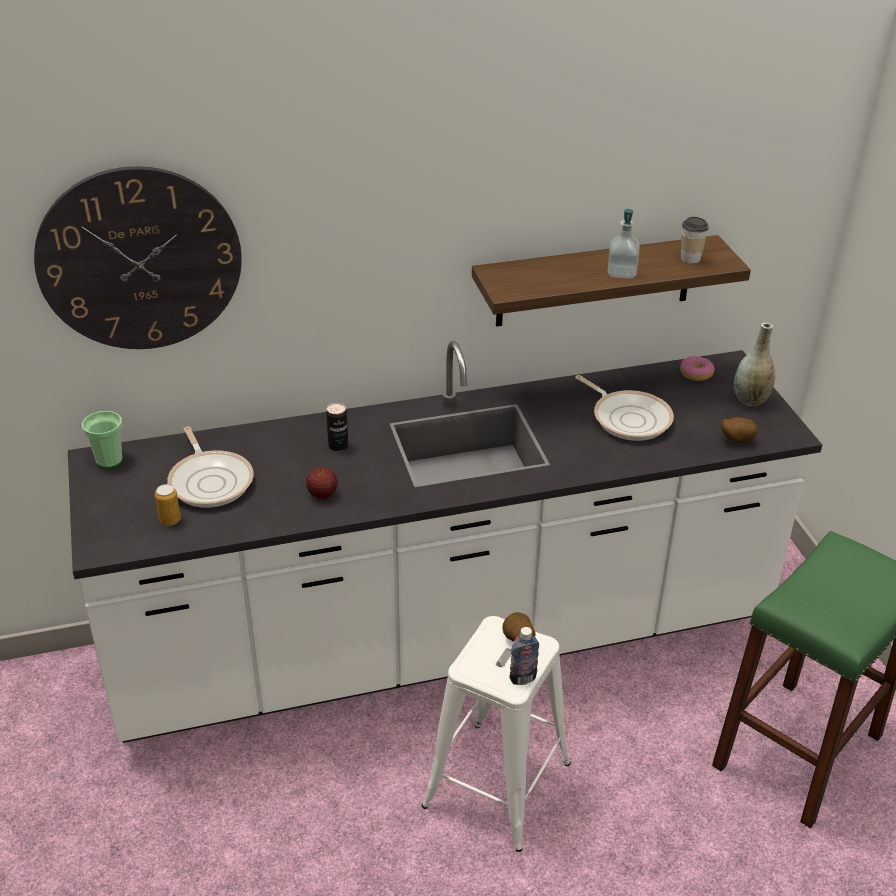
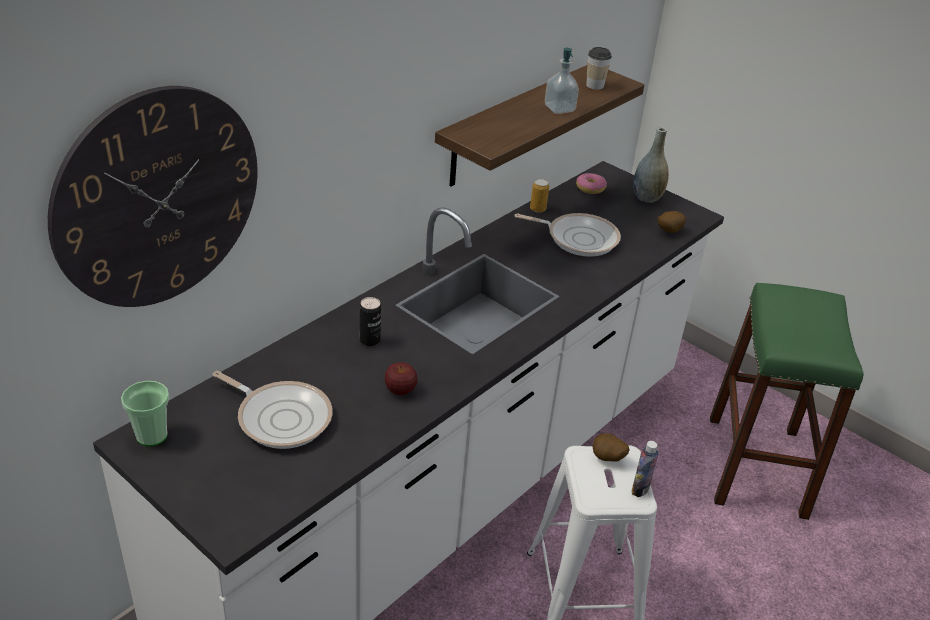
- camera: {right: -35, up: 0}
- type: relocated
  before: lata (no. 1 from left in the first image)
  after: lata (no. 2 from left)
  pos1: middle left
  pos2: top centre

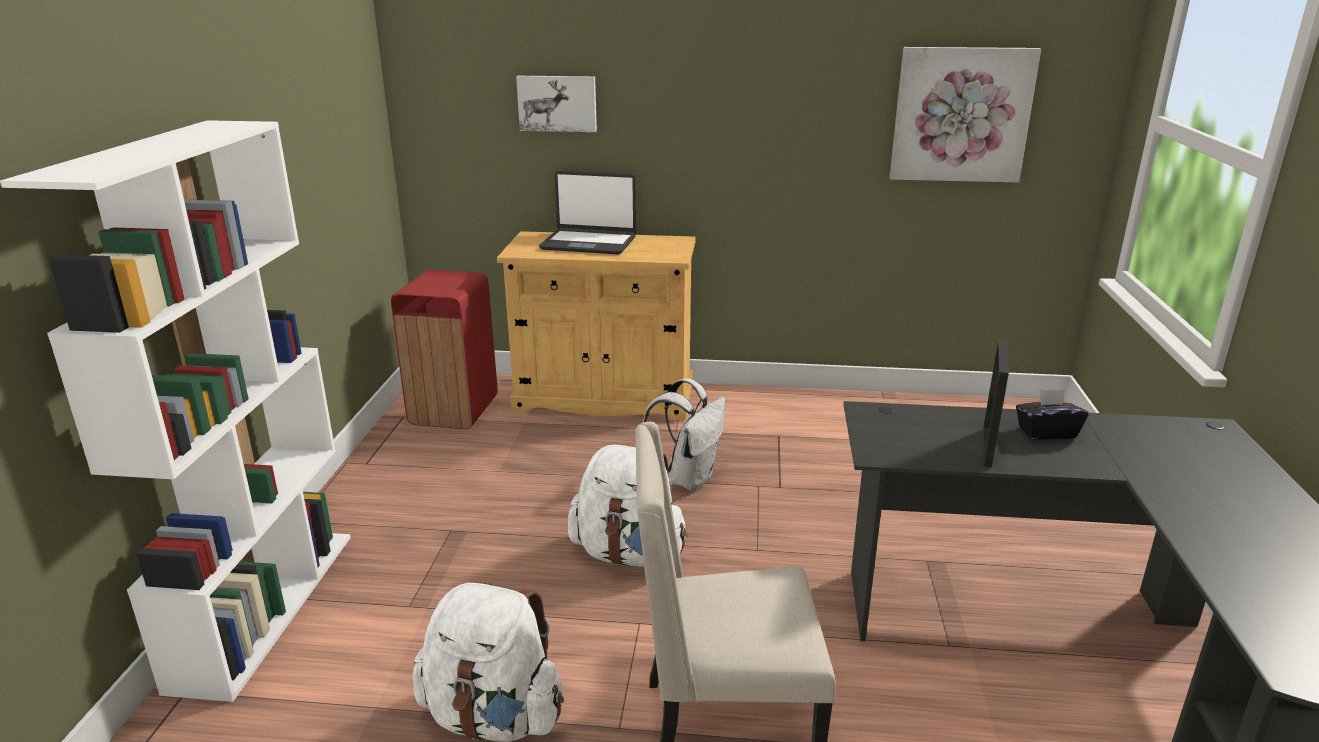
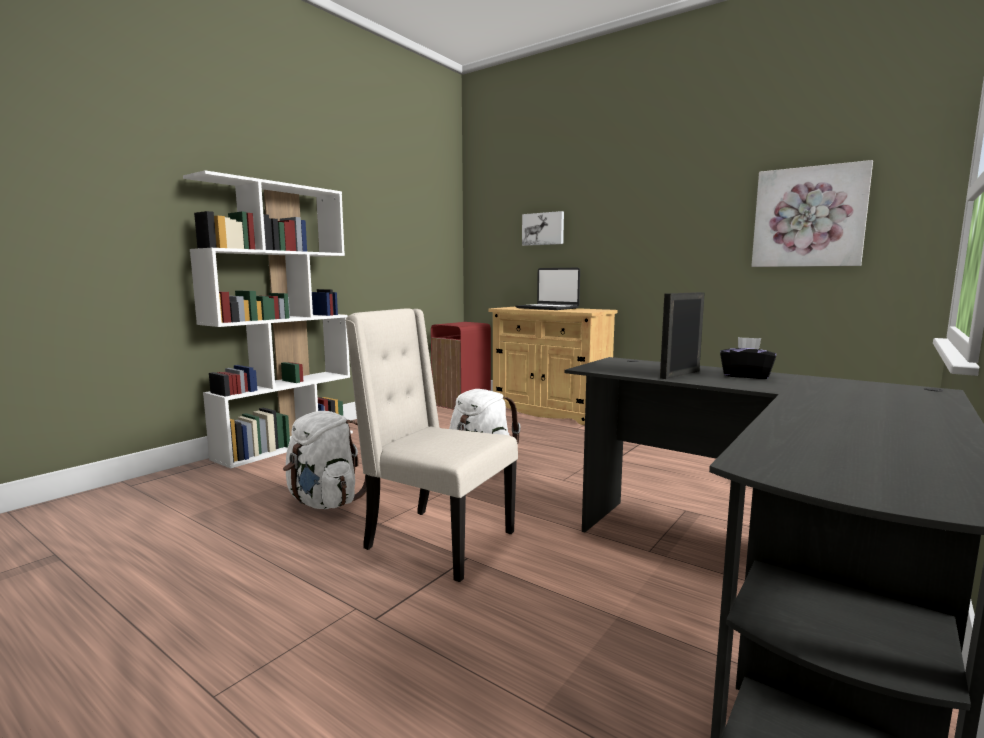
- camera: {right: 30, up: -15}
- type: missing
  before: mochila/blanco (no. 3 from left)
  pos1: centre

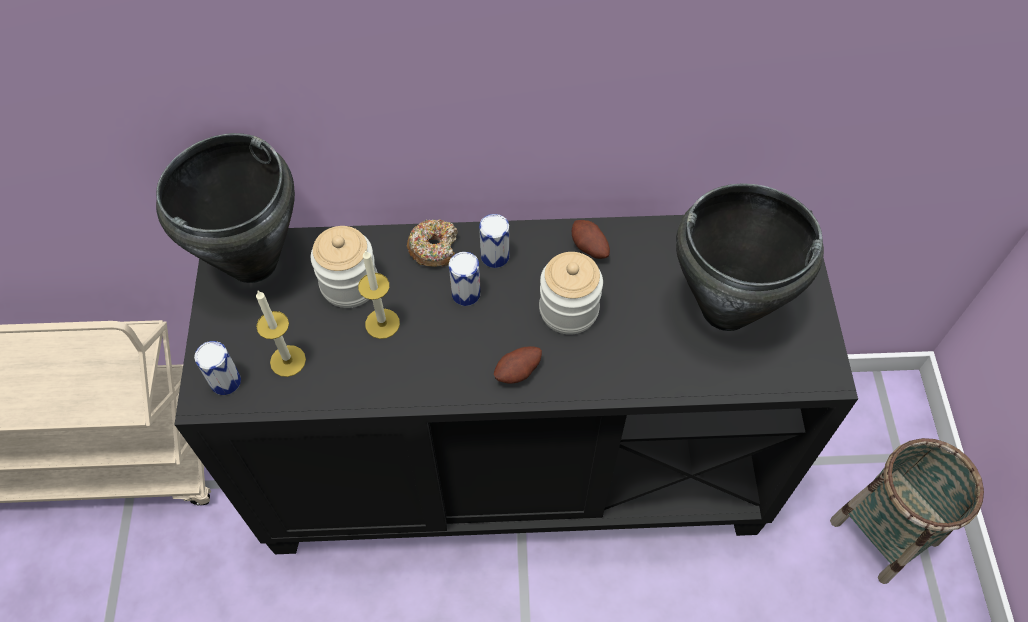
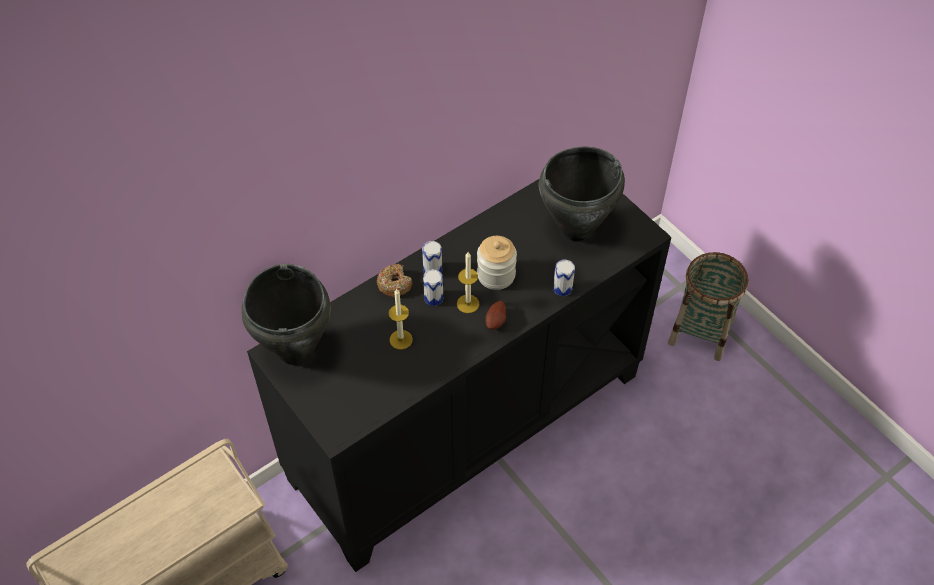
- camera: {right: -35, up: -5}
- type: missing
  before: tarro (no. 1 from left)
  pos1: centre
- type: missing
  before: patata (no. 2 from left)
  pos1: centre
- type: relocated
  before: lata (no. 1 from left in the first image)
  after: lata (no. 3 from left)
  pos1: middle left
  pos2: centre
- type: relocated
  before: vela (no. 1 from left in the first image)
  after: vela (no. 2 from left)
  pos1: middle left
  pos2: centre

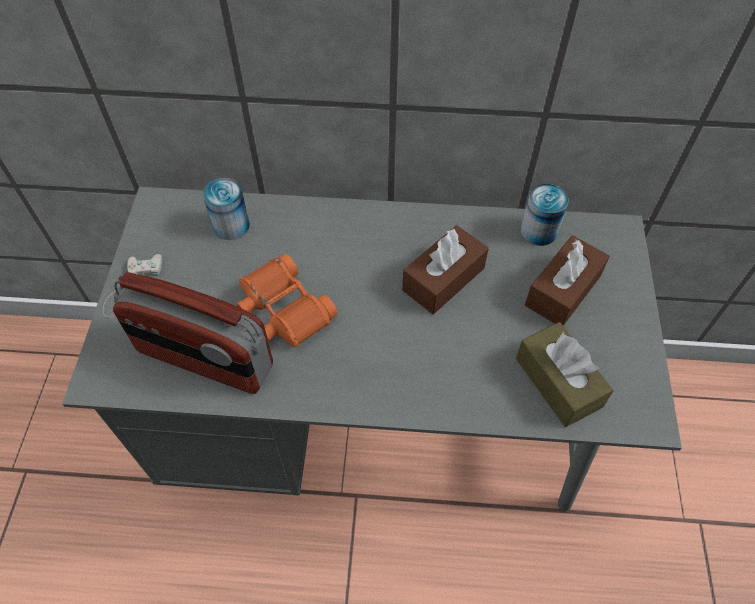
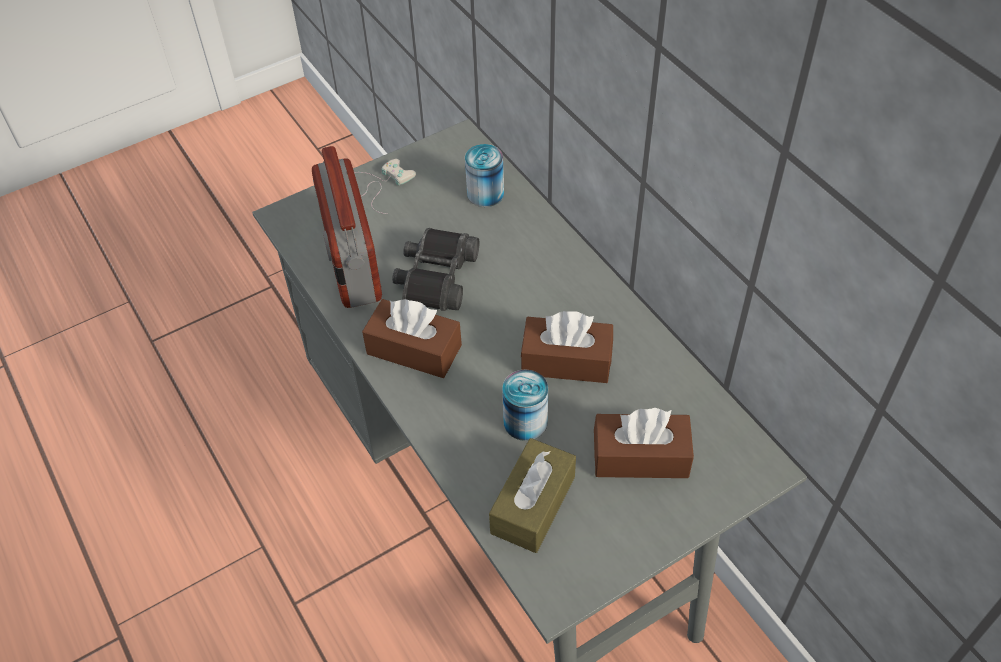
- camera: {right: 55, up: -5}
- type: appeared
  after: caja de pañuelos/marrón (no. 1 from left)
  pos2: centre
- type: relocated
  before: lata (no. 2 from left)
  pos1: middle right
  pos2: centre
- type: colour
  before: prismáticos/naranja
  after: prismáticos/negro
  pos1: centre
  pos2: centre

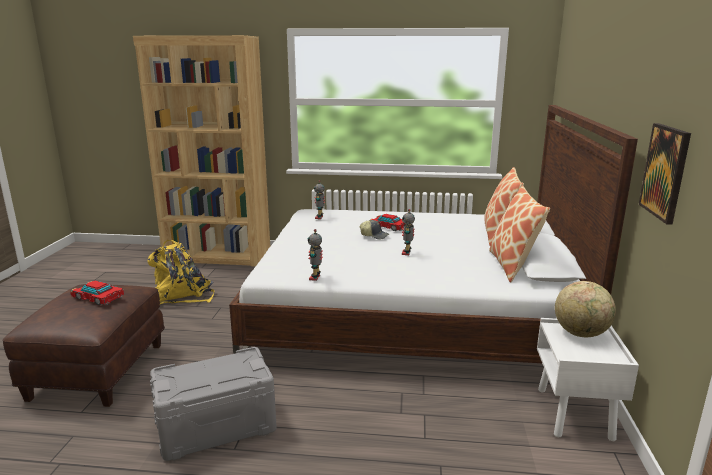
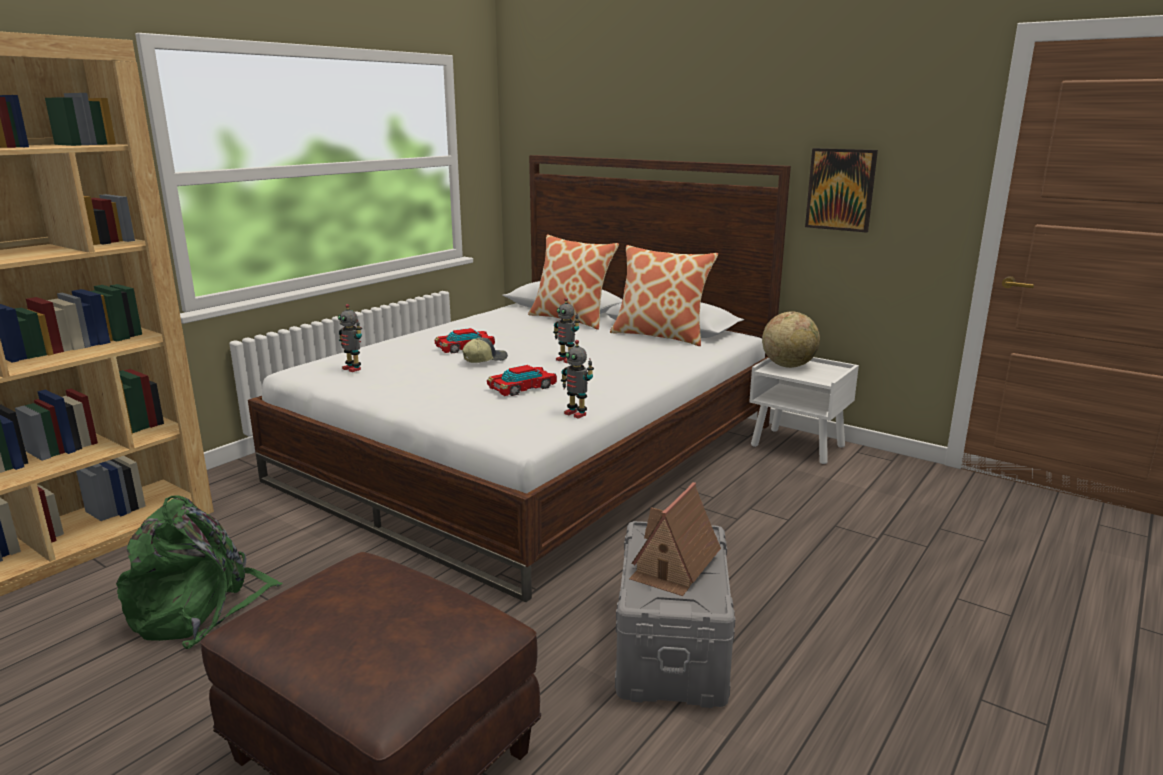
- camera: {right: -60, up: 0}
- type: appeared
  after: casita
  pos2: bottom centre
- type: relocated
  before: coche de juguete (no. 1 from left in the first image)
  after: coche de juguete (no. 2 from left)
  pos1: middle left
  pos2: centre
- type: colour
  before: mochila/amarillo
  after: mochila/verde
  pos1: middle left
  pos2: bottom left

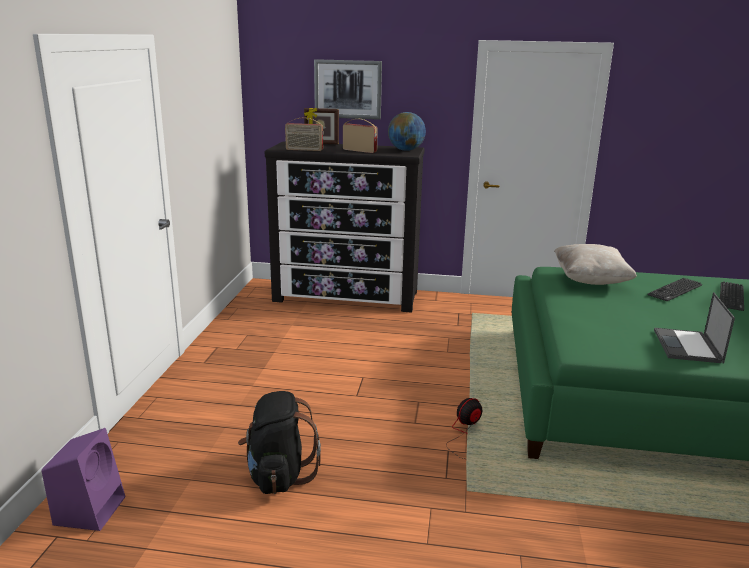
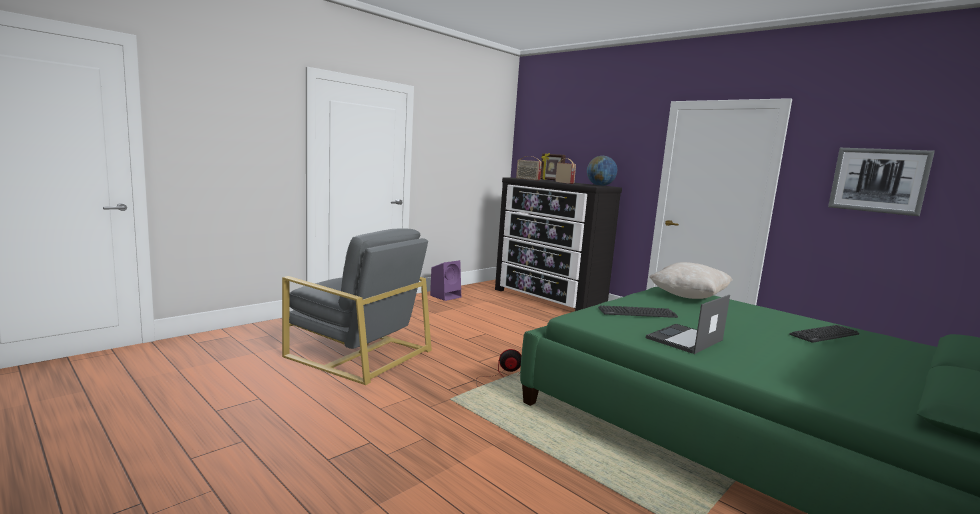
- camera: {right: 35, up: -10}
- type: relocated
  before: altavoz/morado
  pos1: bottom left
  pos2: centre
- type: relocated
  before: cuadro
  pos1: top centre
  pos2: middle right
- type: relocated
  before: teclado (no. 1 from left)
  pos1: middle right
  pos2: centre
- type: exchanged
  before: mochila/negro
  after: sillón/gris
  pos1: bottom centre
  pos2: centre

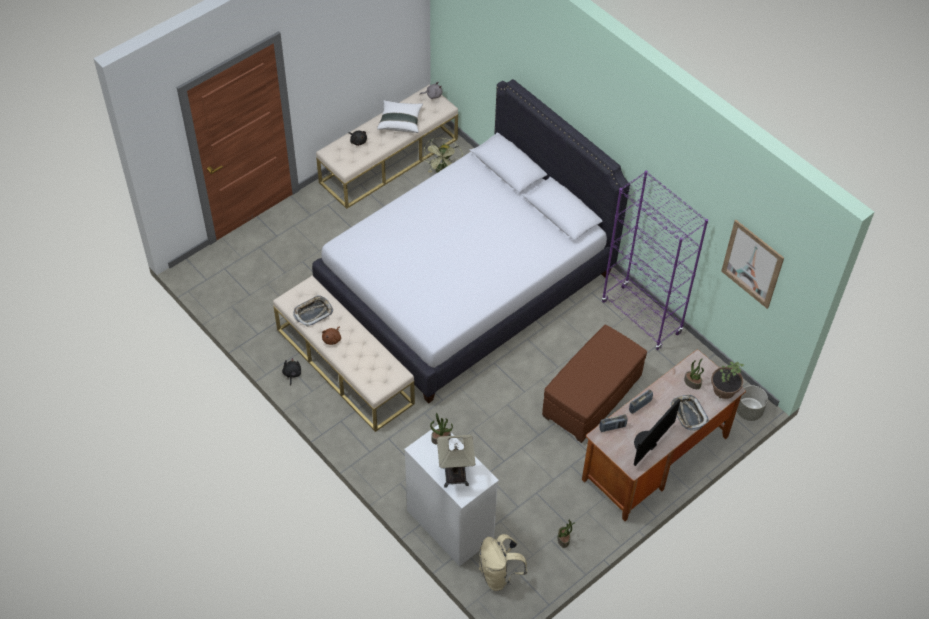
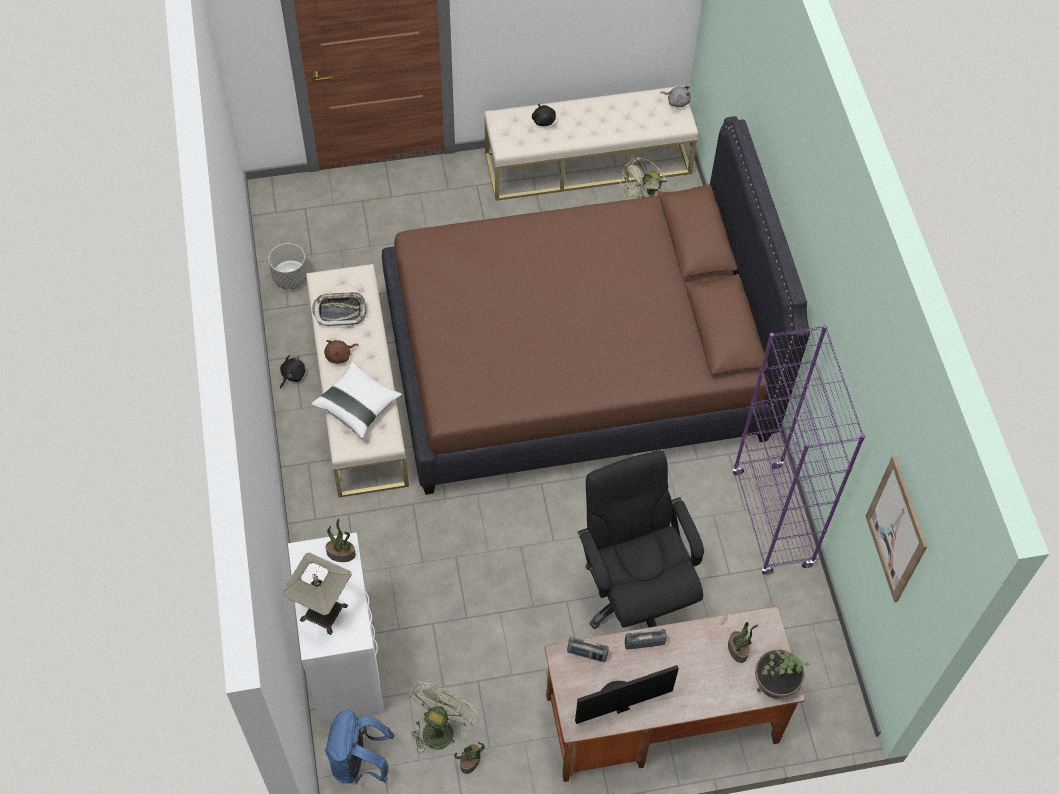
- camera: {right: 30, up: 5}
- type: missing
  before: bandeja (no. 2 from left)
  pos1: bottom right
- type: appeared
  after: ventilador/verde (no. 1 from left)
  pos2: bottom centre
- type: relocated
  before: cojín/blanco
  pos1: top centre
  pos2: centre
- type: relocated
  before: maceta/gris
  pos1: middle right
  pos2: middle left
- type: exchanged
  before: puf/marrón
  after: silla de oficina/negro
  pos1: centre
  pos2: bottom centre
- type: colour
  before: cama/blanco
  after: cama/marrón
  pos1: centre
  pos2: centre
- type: colour
  before: mochila/beis
  after: mochila/azul
  pos1: bottom centre
  pos2: bottom centre

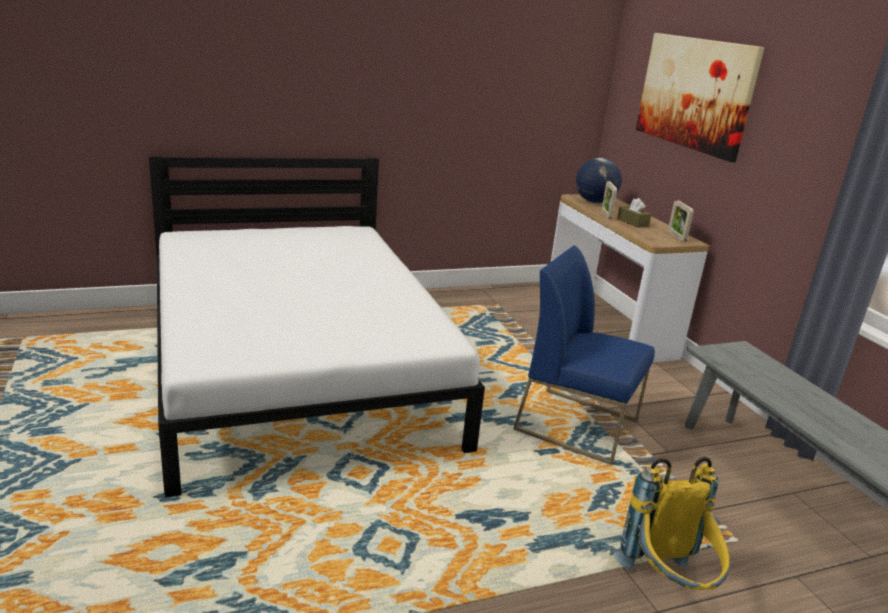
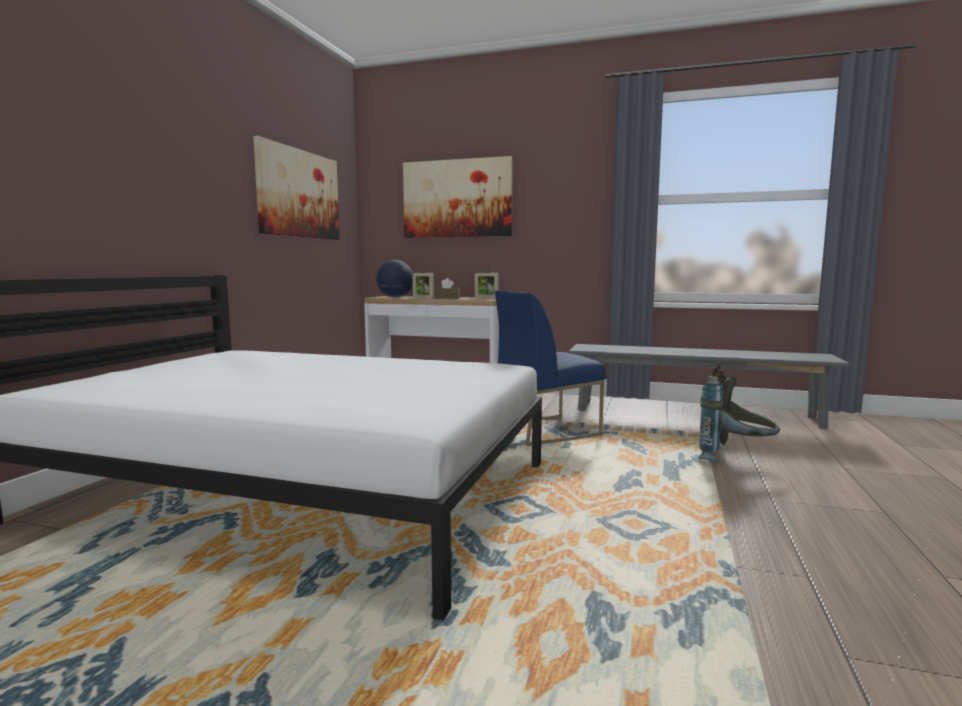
- camera: {right: -50, up: -15}
- type: appeared
  after: cuadro (no. 1 from left)
  pos2: top left
- type: colour
  before: mochila/amarillo
  after: mochila/gris
  pos1: bottom right
  pos2: middle right

